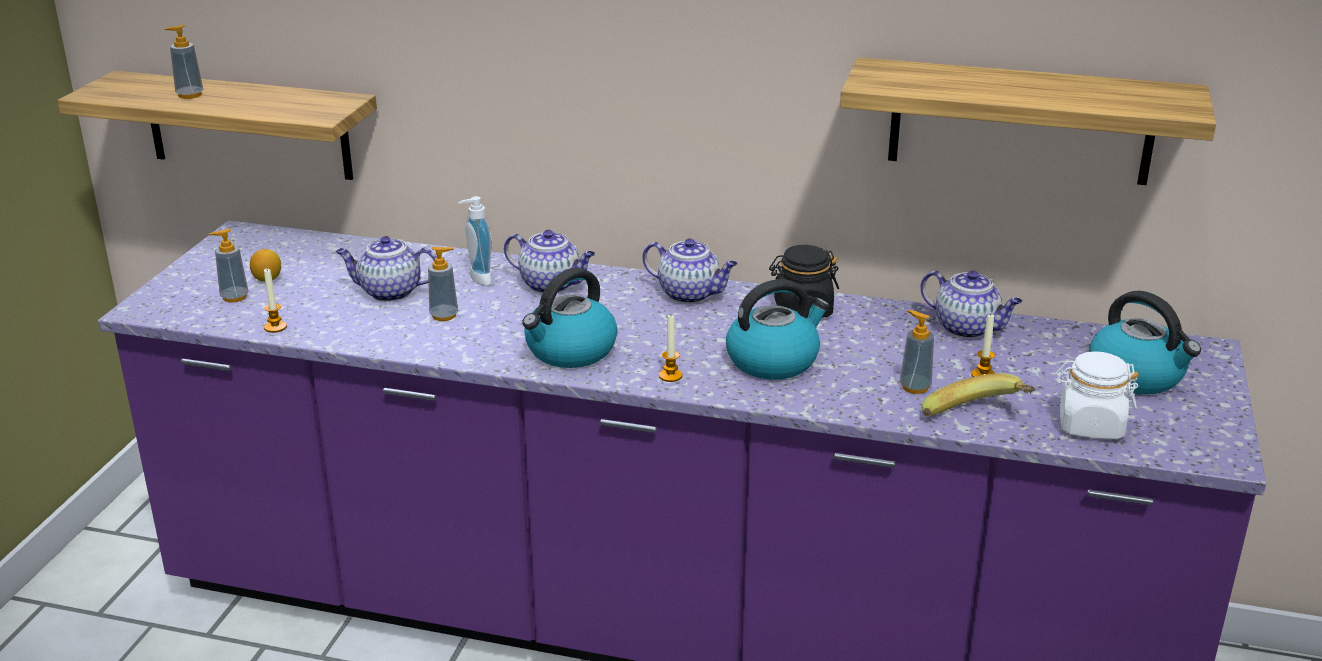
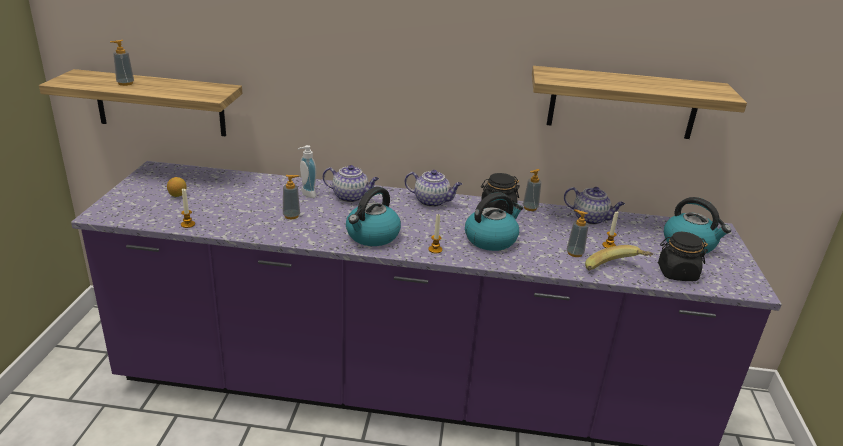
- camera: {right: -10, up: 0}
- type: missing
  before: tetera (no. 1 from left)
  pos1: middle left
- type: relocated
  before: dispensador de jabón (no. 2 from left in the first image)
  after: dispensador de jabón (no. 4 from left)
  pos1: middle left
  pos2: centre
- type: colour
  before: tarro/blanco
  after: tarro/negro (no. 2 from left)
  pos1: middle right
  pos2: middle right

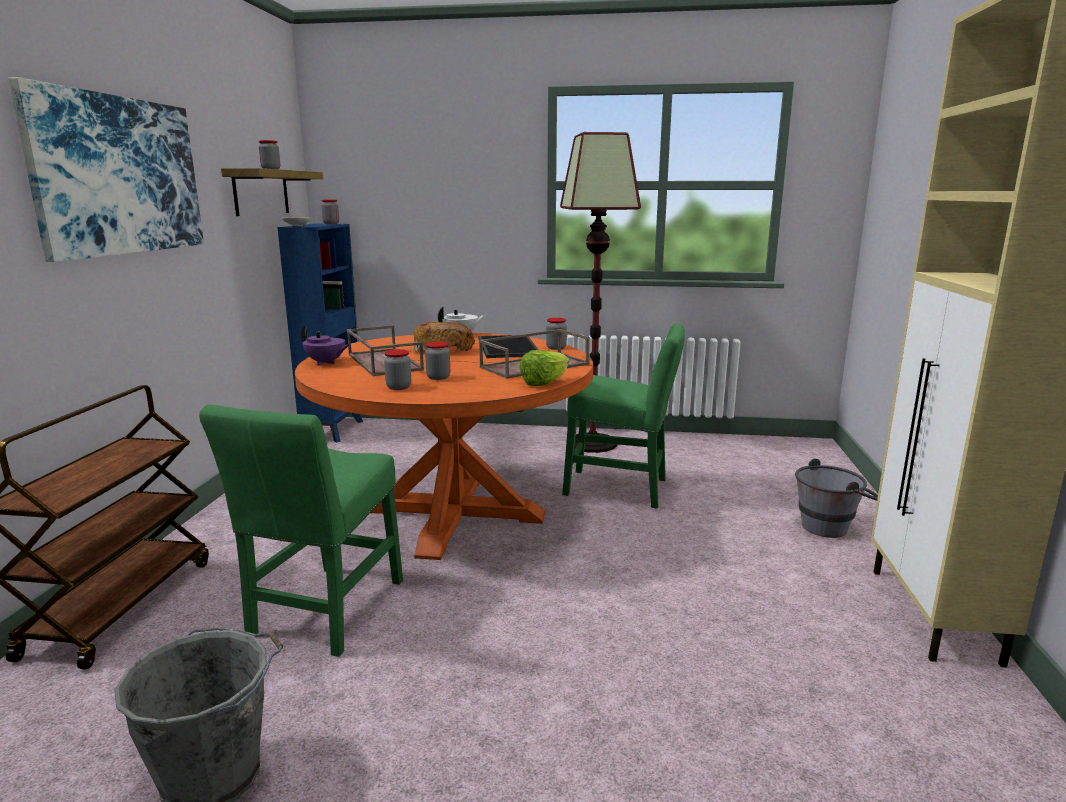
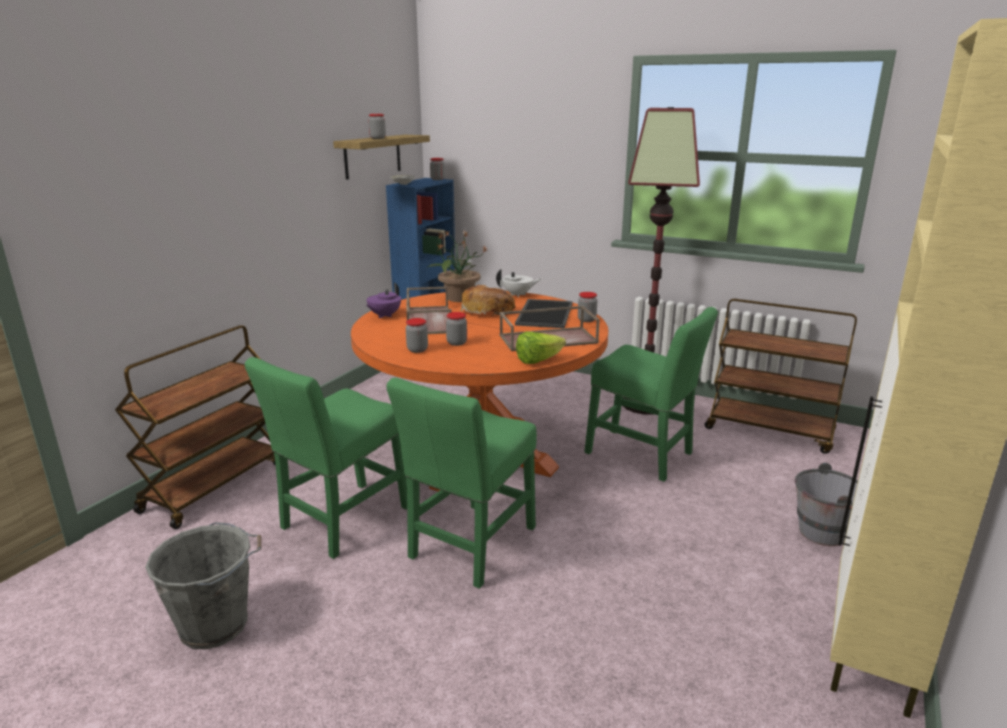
- camera: {right: 20, up: 5}
- type: missing
  before: cuadro
  pos1: top left
- type: appeared
  after: silla/verde (no. 2 from left)
  pos2: centre
- type: appeared
  after: planta en maceta
  pos2: centre
- type: appeared
  after: carrito/marrón (no. 2 from left)
  pos2: middle right
- type: spun
  before: tetera/morado
  pos1: middle left
  pos2: centre
  turn: 75

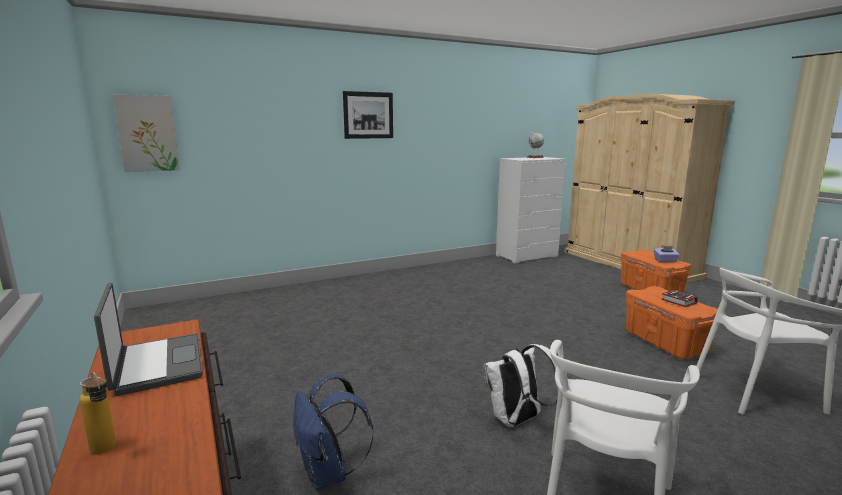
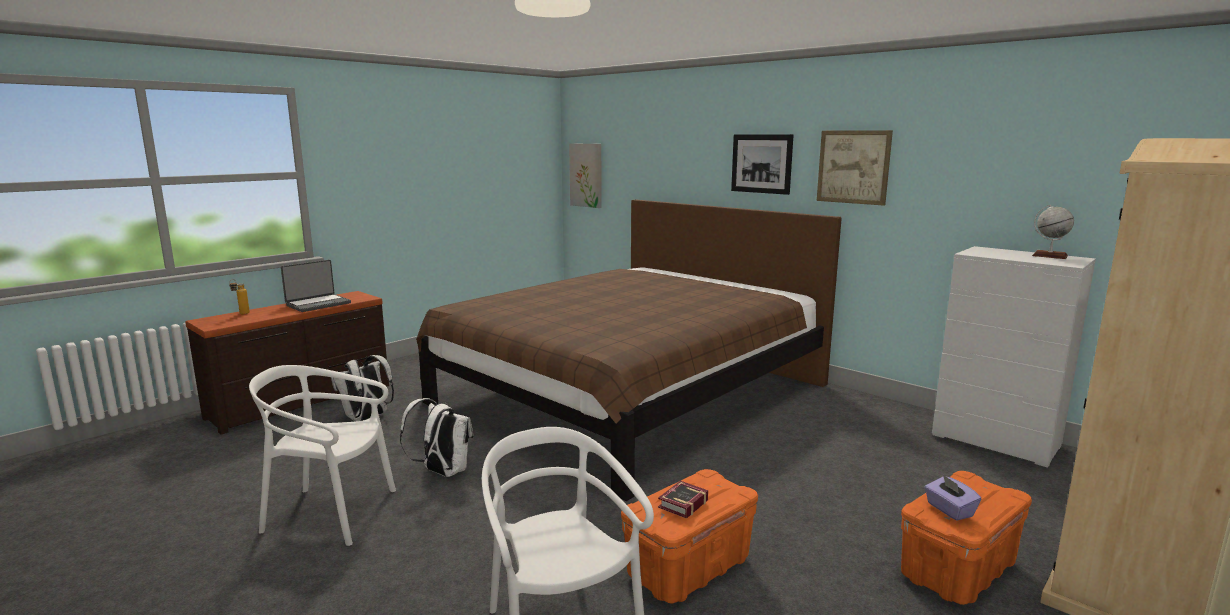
- camera: {right: 70, up: 0}
- type: appeared
  after: cama/marrón
  pos2: centre
- type: appeared
  after: cuadro (no. 3 from left)
  pos2: top right
- type: colour
  before: mochila/azul
  after: mochila/blanco (no. 1 from left)
  pos1: bottom centre
  pos2: middle left

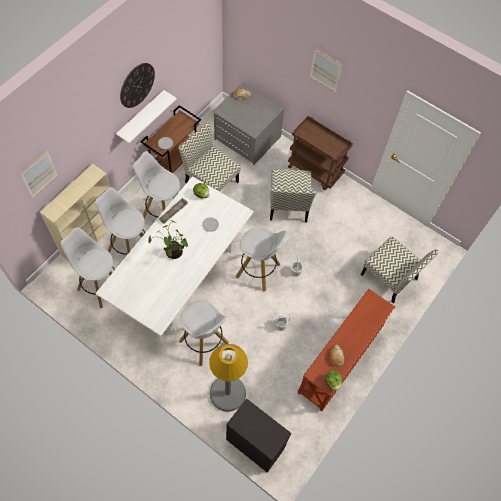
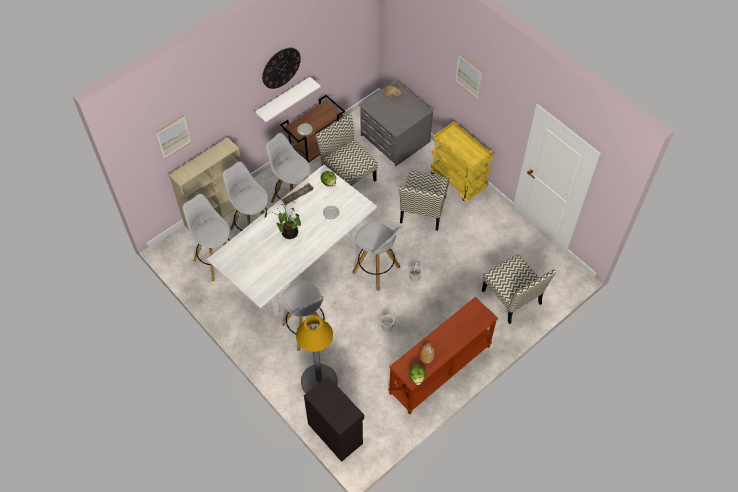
- camera: {right: 15, up: -5}
- type: colour
  before: carrito/marrón (no. 2 from left)
  after: carrito/amarillo
  pos1: top centre
  pos2: top centre

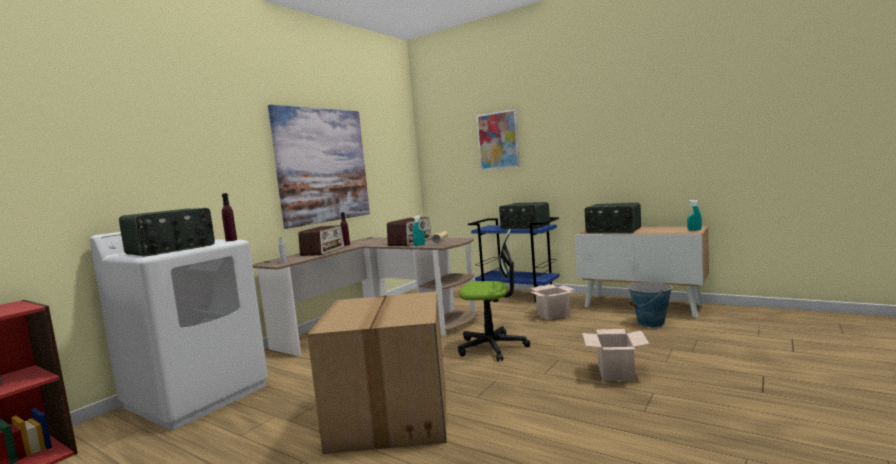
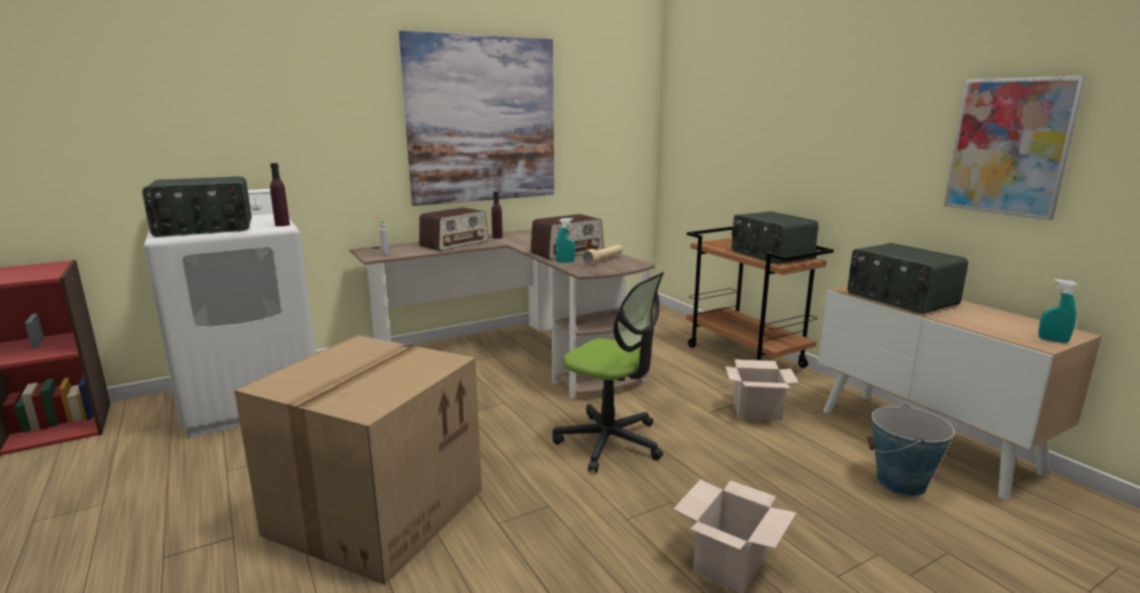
- camera: {right: 25, up: 10}
- type: relocated
  before: cuadro (no. 2 from left)
  pos1: top centre
  pos2: top right
- type: colour
  before: carrito/azul
  after: carrito/marrón
  pos1: centre
  pos2: middle right

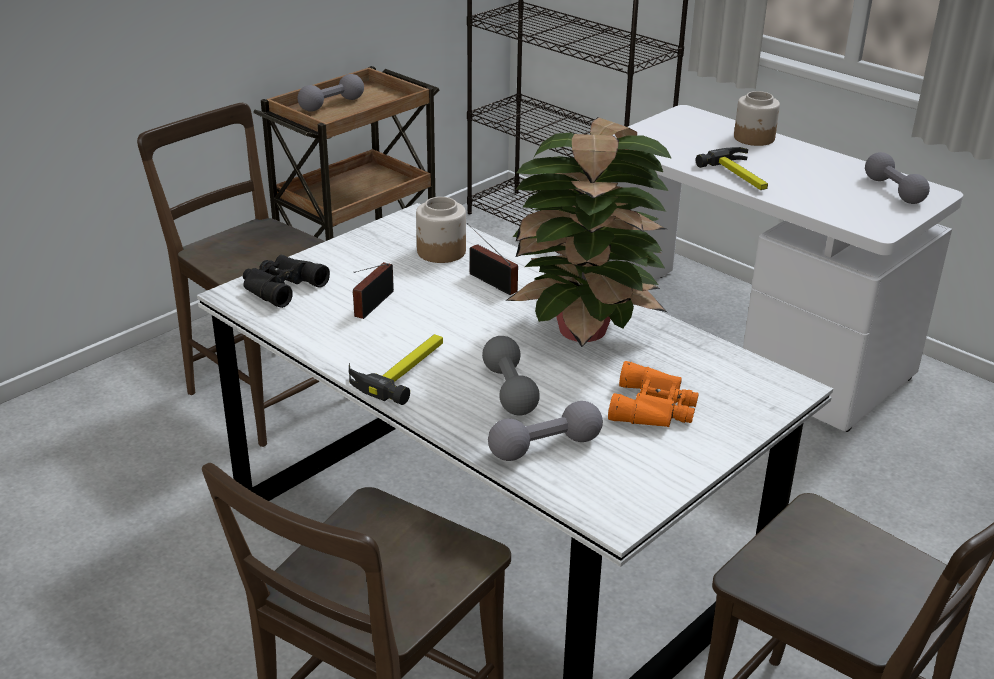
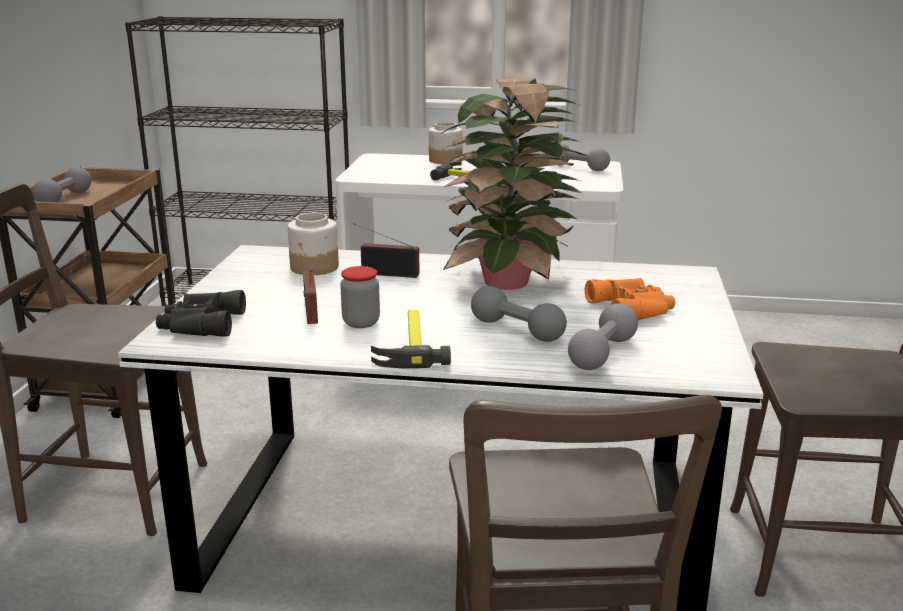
- camera: {right: -35, up: -10}
- type: appeared
  after: tarro (no. 2 from left)
  pos2: centre

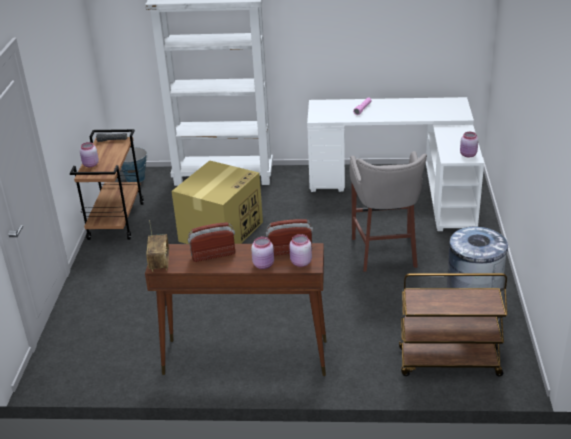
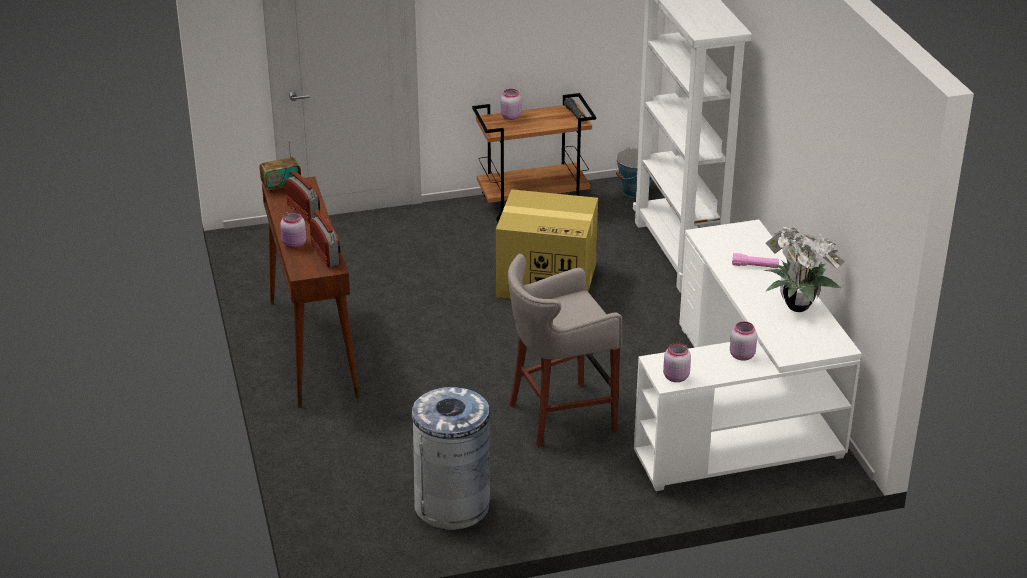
- camera: {right: 70, up: 0}
- type: missing
  before: carrito/marrón (no. 2 from left)
  pos1: bottom right
- type: appeared
  after: planta en maceta
  pos2: middle right
- type: relocated
  before: tarro/rosa (no. 3 from left in the first image)
  after: tarro/rosa (no. 4 from left)
  pos1: centre
  pos2: middle right

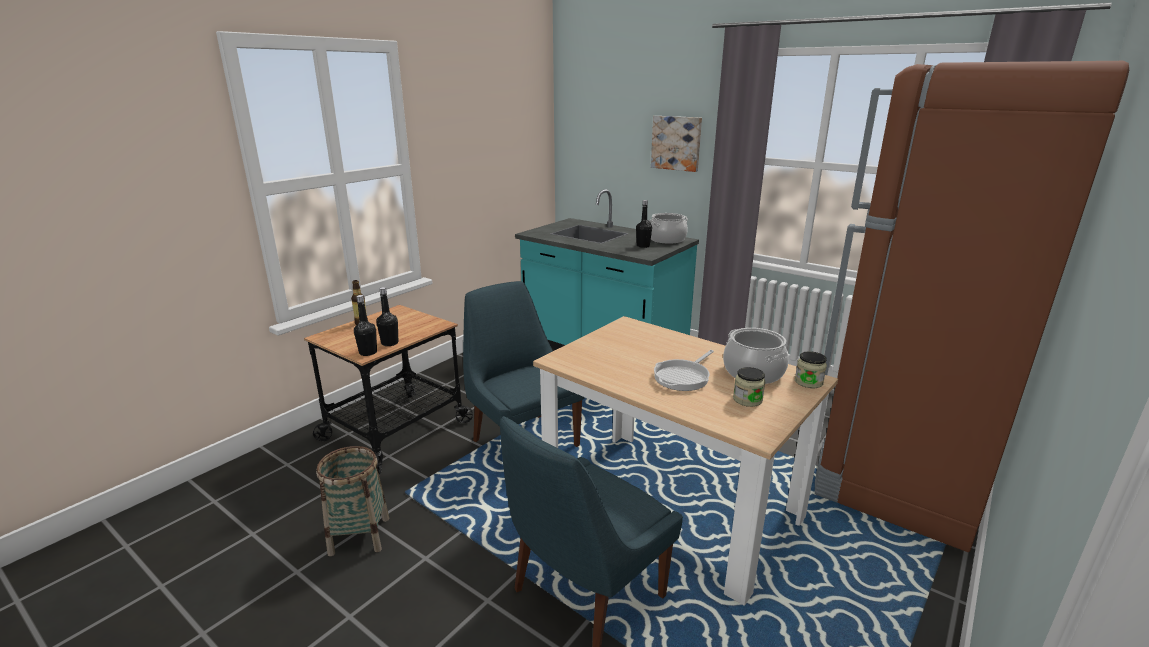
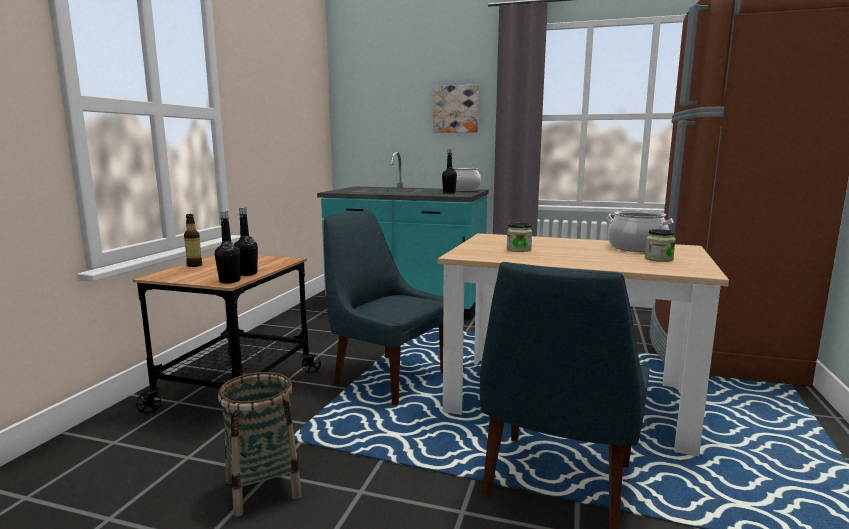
- camera: {right: -20, up: -10}
- type: missing
  before: sartén
  pos1: centre
- type: relocated
  before: tarro (no. 2 from left in the first image)
  after: tarro (no. 1 from left)
  pos1: middle right
  pos2: centre

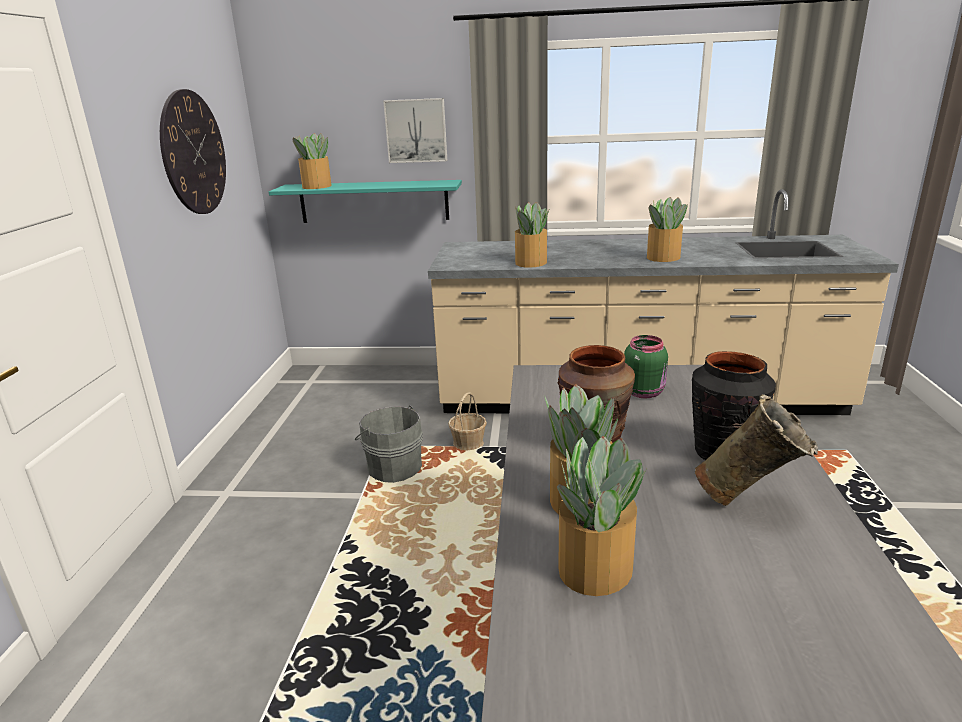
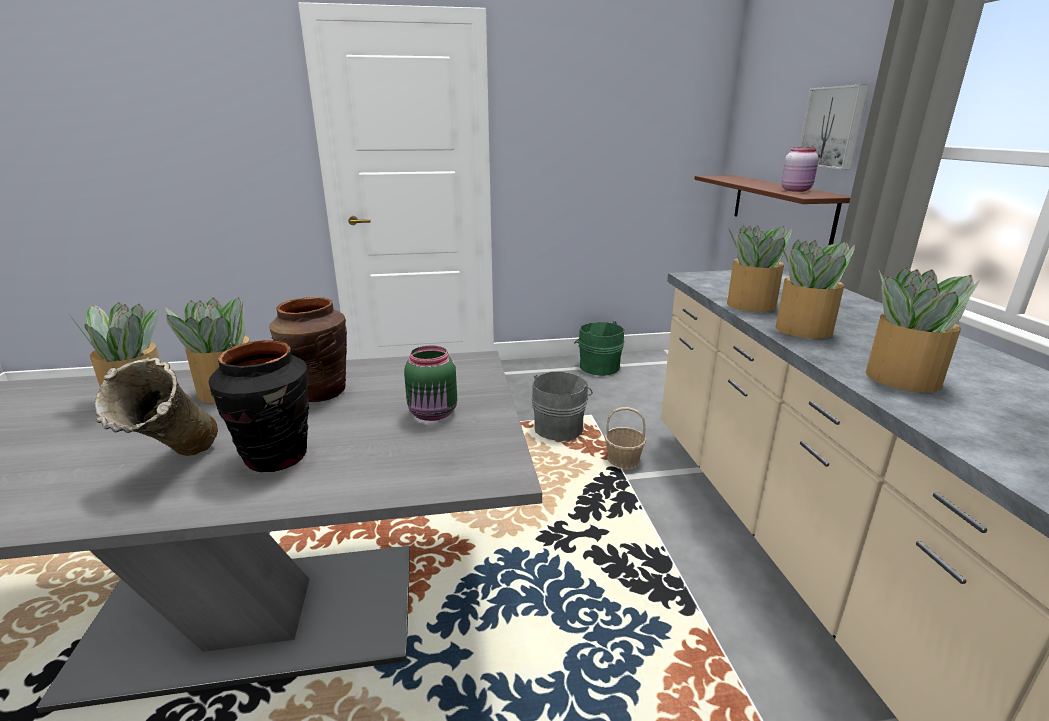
- camera: {right: 75, up: 0}
- type: missing
  before: reloj de pared
  pos1: top left
- type: appeared
  after: cubo/verde
  pos2: centre
- type: appeared
  after: tarro/rosa
  pos2: top right
- type: relocated
  before: planta en maceta (no. 1 from left in the first image)
  after: planta en maceta (no. 4 from left)
  pos1: top left
  pos2: middle right
- type: colour
  before: estante/turquesa
  after: estante/marrón
  pos1: top centre
  pos2: top right

